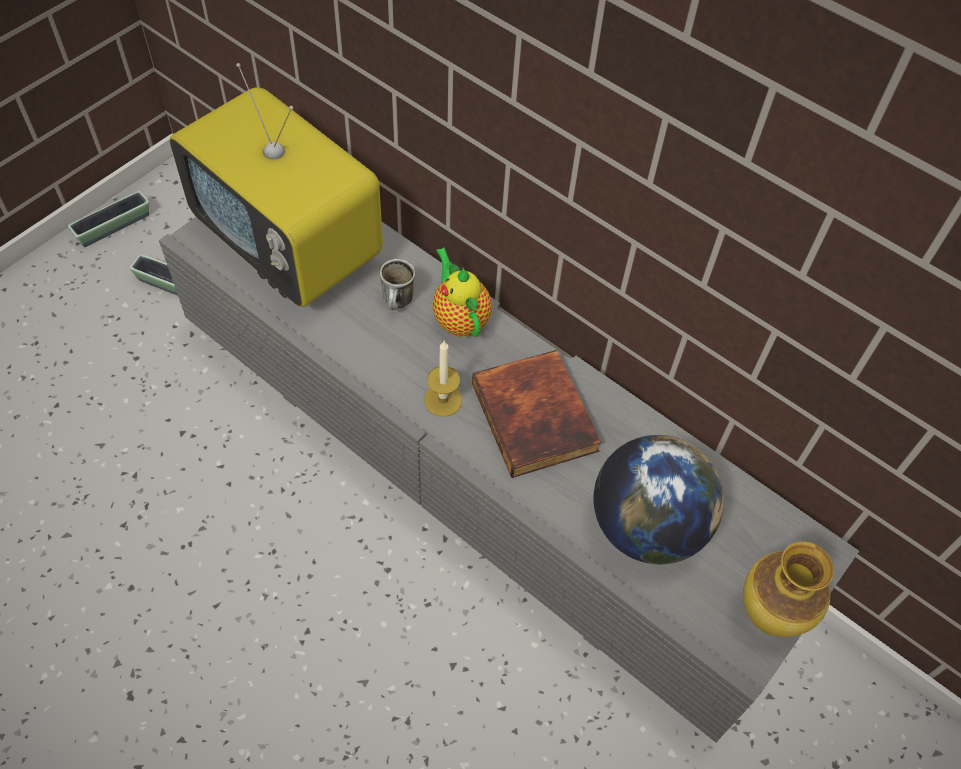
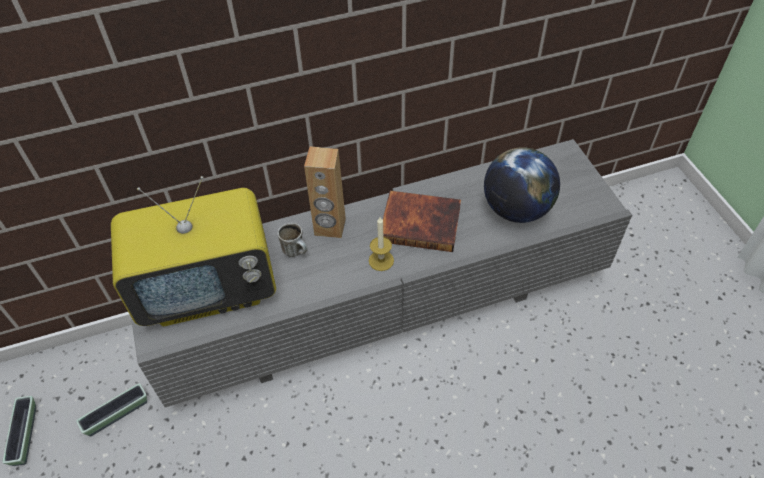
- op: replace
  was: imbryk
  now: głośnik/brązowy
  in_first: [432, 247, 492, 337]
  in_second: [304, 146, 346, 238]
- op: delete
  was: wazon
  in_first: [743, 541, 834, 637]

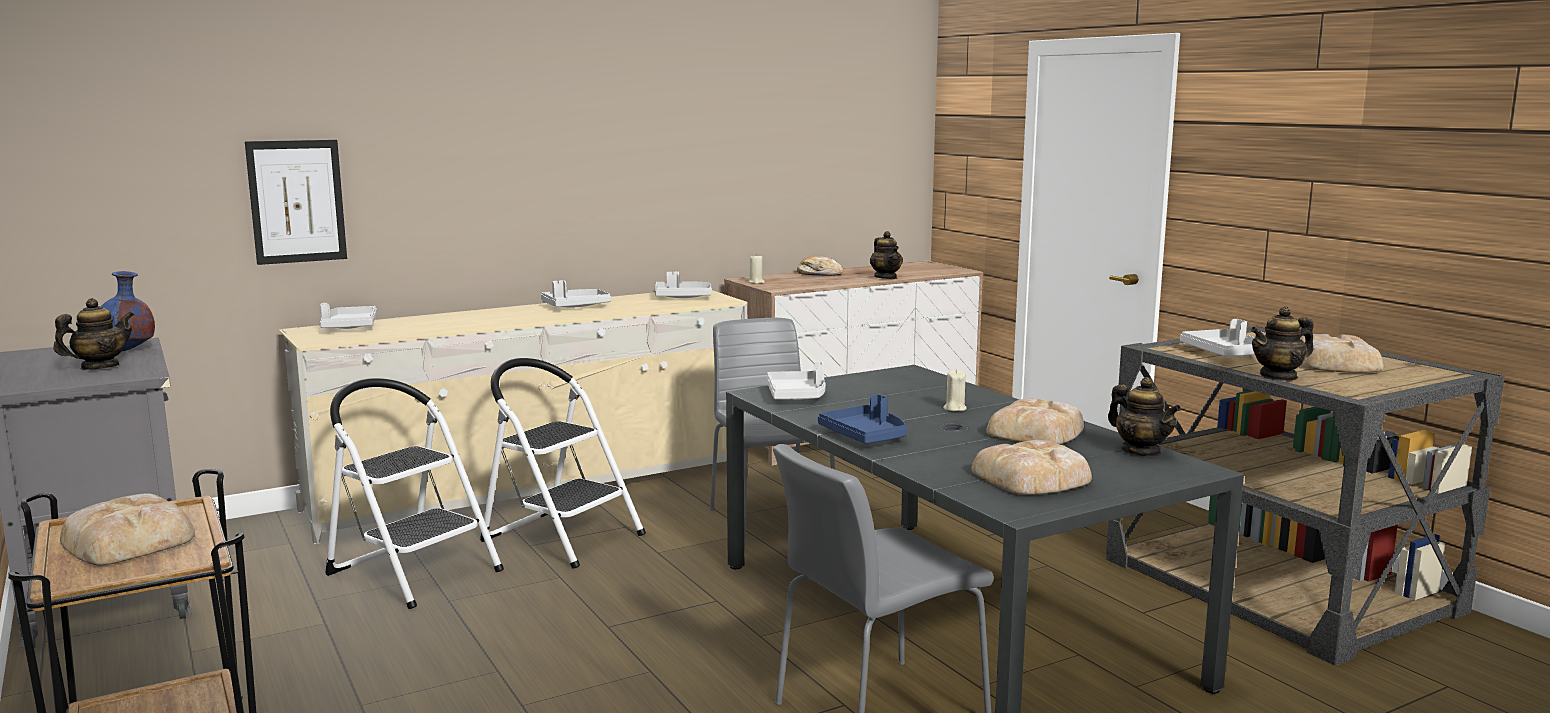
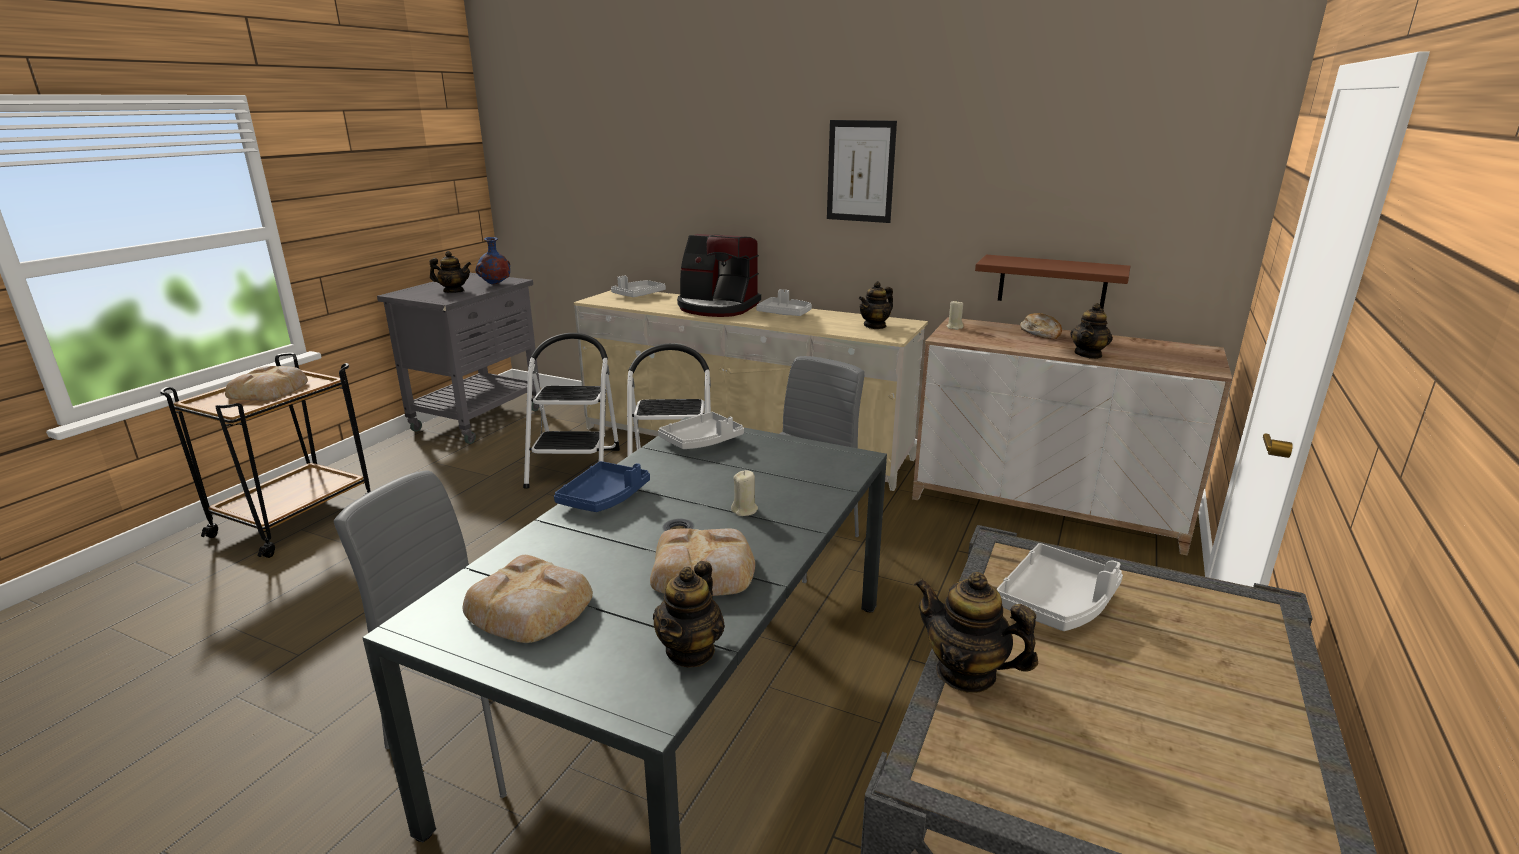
- op: move
  was: obraz
  in_first: [245, 140, 347, 265]
  in_second: [827, 120, 897, 223]
- op: replace
  was: taca/szary
  now: imbryk
  in_first: [655, 272, 712, 298]
  in_second: [859, 281, 893, 329]
- op: delete
  was: chleb
  in_first: [1300, 334, 1384, 373]
- op: insert
  now: ekspres do kawy
  in_second: [677, 234, 761, 317]
- op: insert
  now: półka/brązowy
  in_second: [975, 255, 1130, 309]

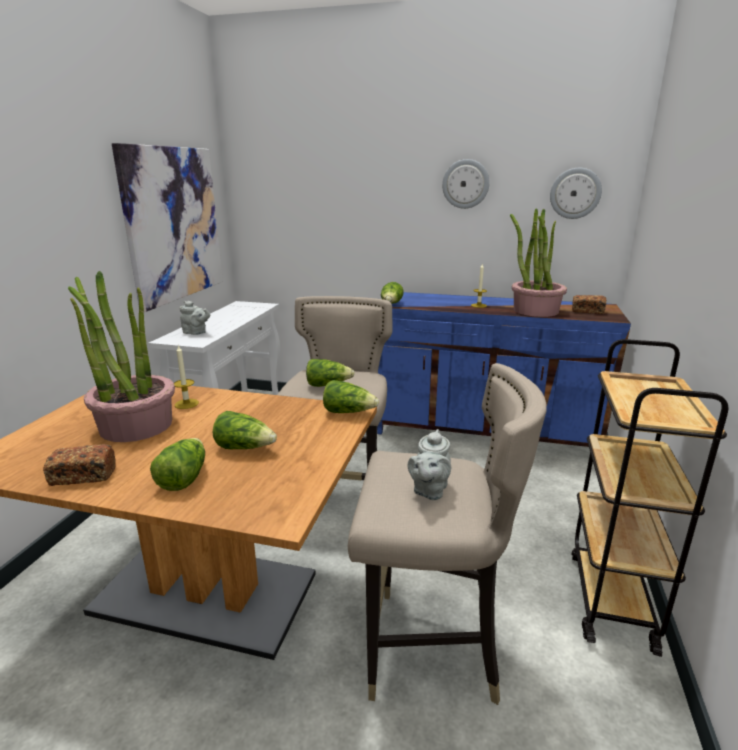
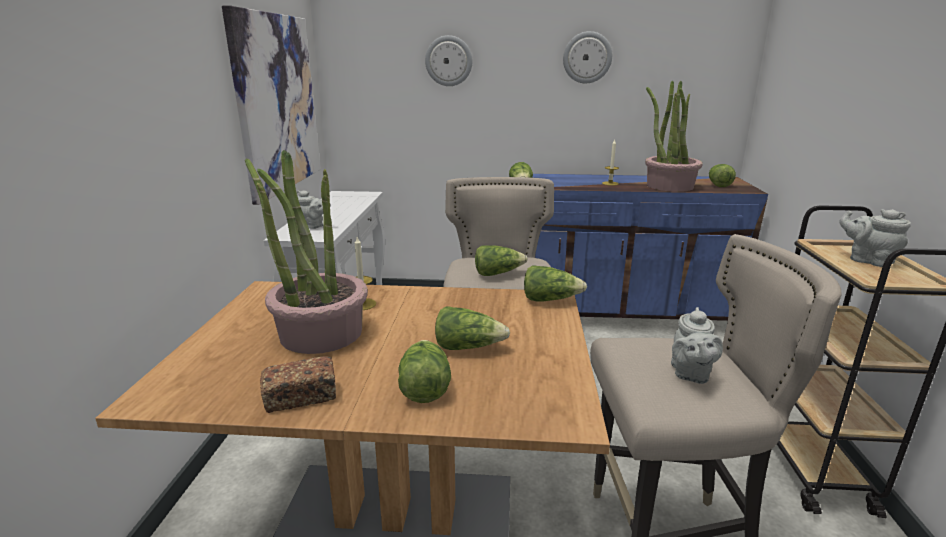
- op: move
  was: zegar ścienny
  in_first: [550, 168, 602, 219]
  in_second: [425, 35, 472, 86]
- op: replace
  was: chleb
  now: sałata
  in_first: [572, 295, 606, 314]
  in_second: [709, 164, 736, 187]
- op: insert
  now: imbryk/szary
  in_second: [840, 209, 911, 267]

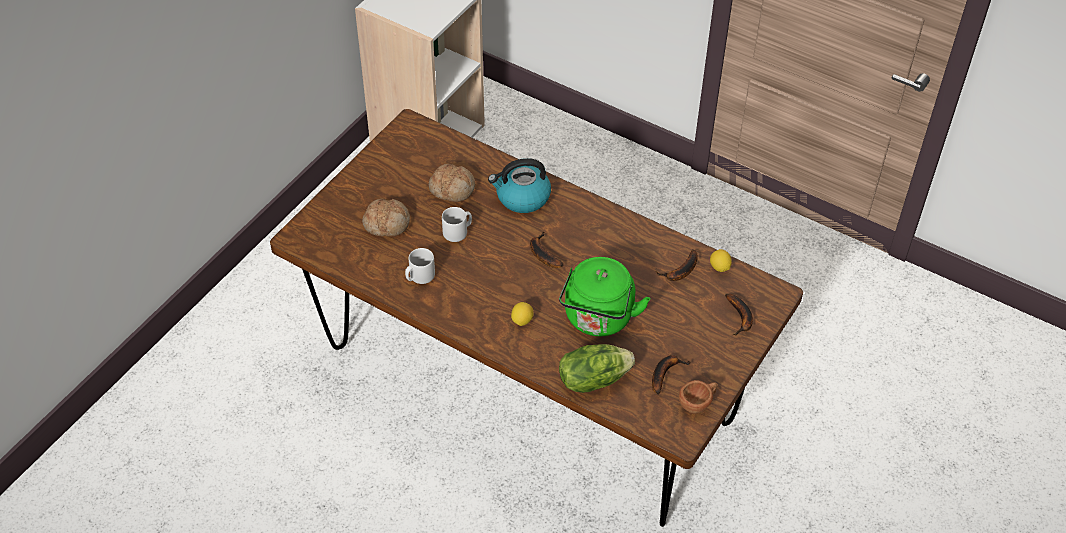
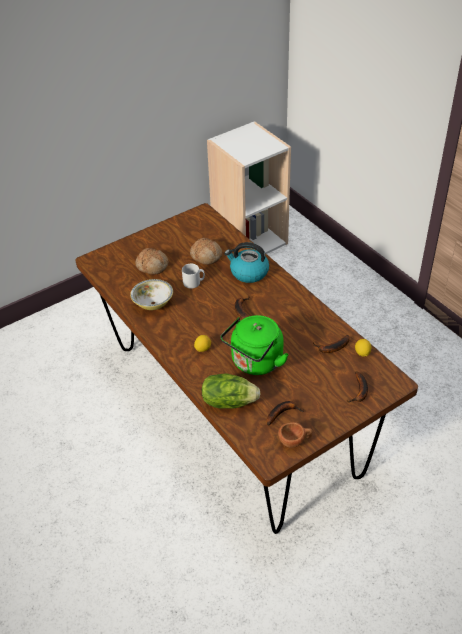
- op: replace
  was: kubek/szary
  now: miska
  in_first: [405, 248, 435, 284]
  in_second: [130, 279, 173, 310]

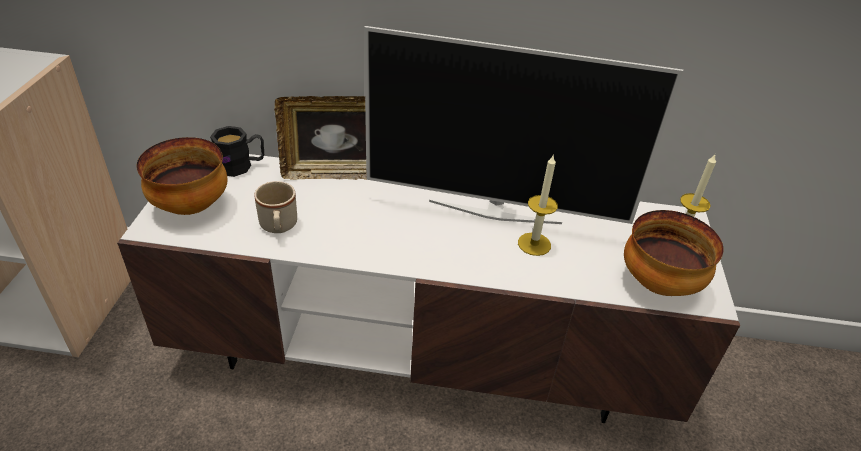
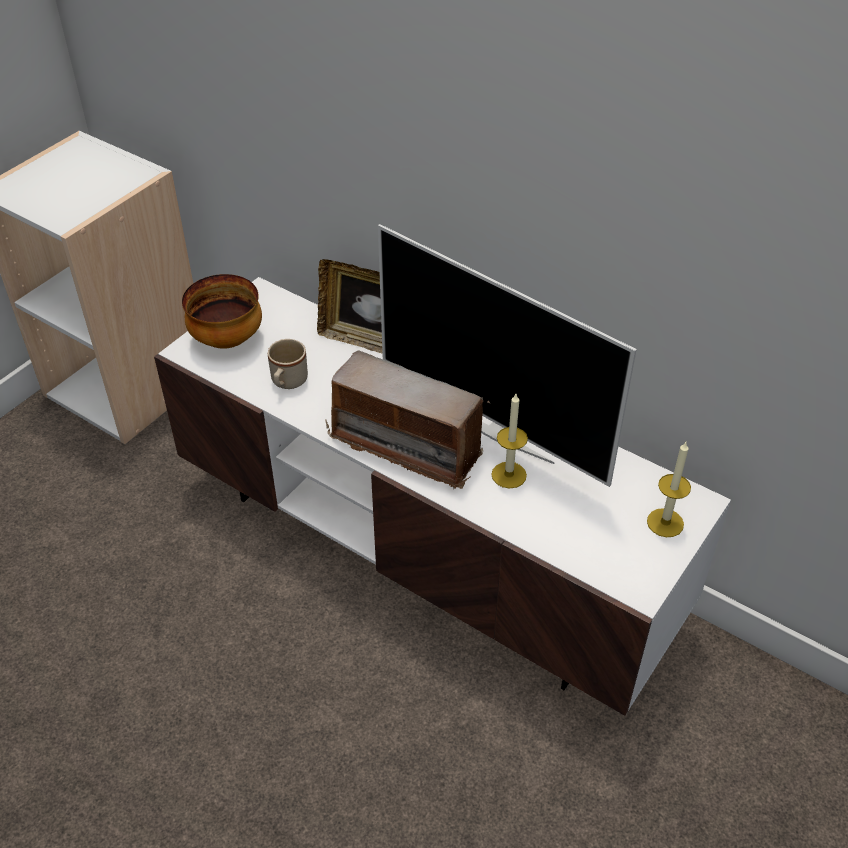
- op: delete
  was: kubek/czarny
  in_first: [210, 126, 264, 177]
- op: delete
  was: miska
  in_first: [624, 210, 724, 296]
- op: insert
  now: radio
  in_second: [325, 350, 490, 489]

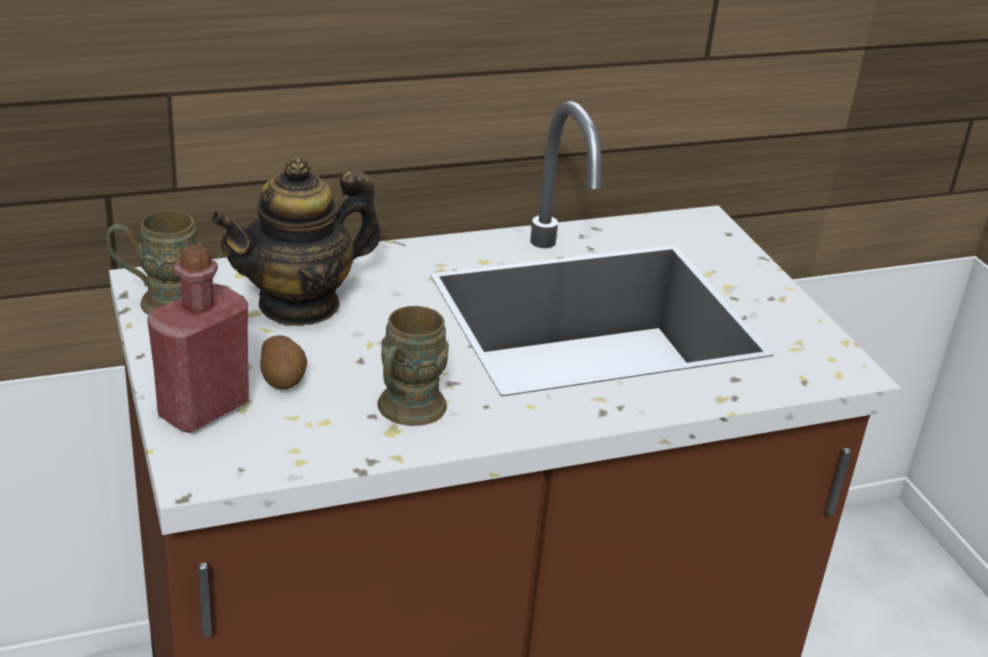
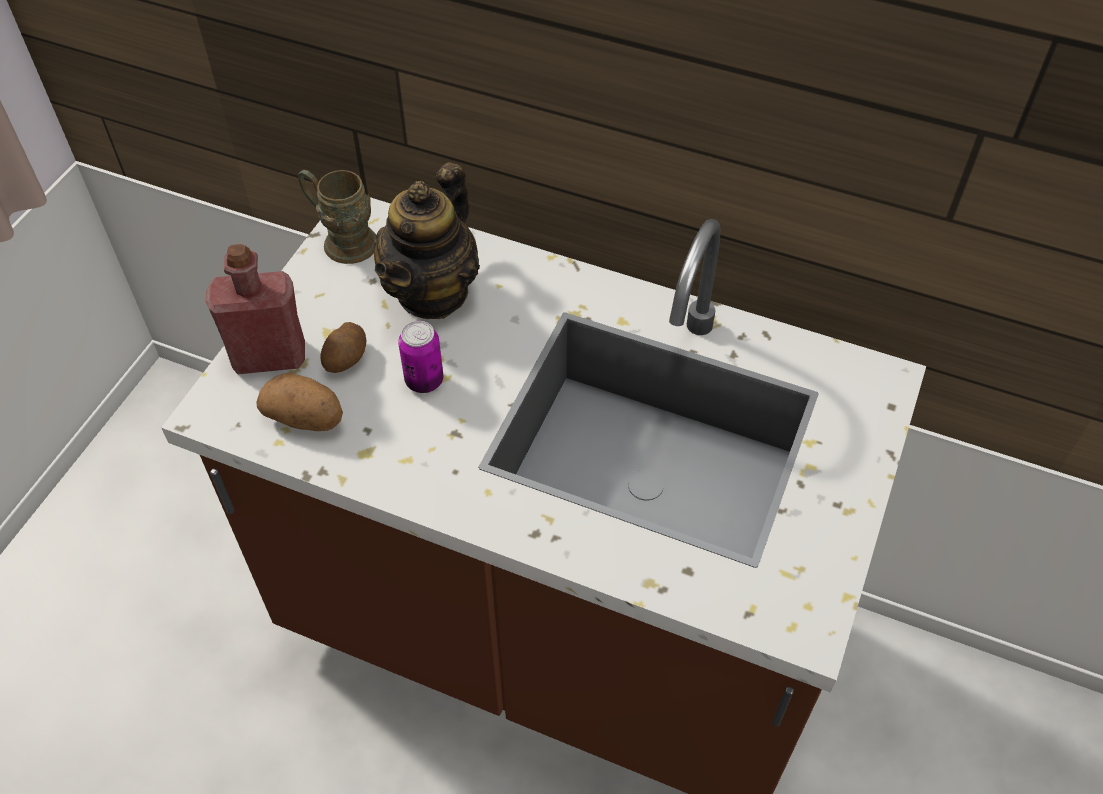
- op: rotate
  was: imbryk
  in_first: [210, 156, 381, 326]
  in_second: [374, 162, 480, 319]
  clockwise: -75
- op: delete
  was: kubek/brązowy
  in_first: [377, 306, 449, 426]
- op: insert
  now: puszka
  in_second: [398, 321, 443, 393]
- op: insert
  now: ziemniak
  in_second: [256, 373, 343, 431]

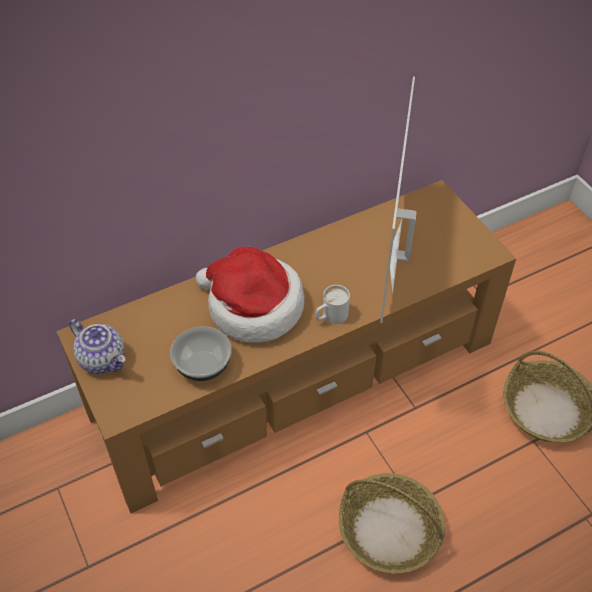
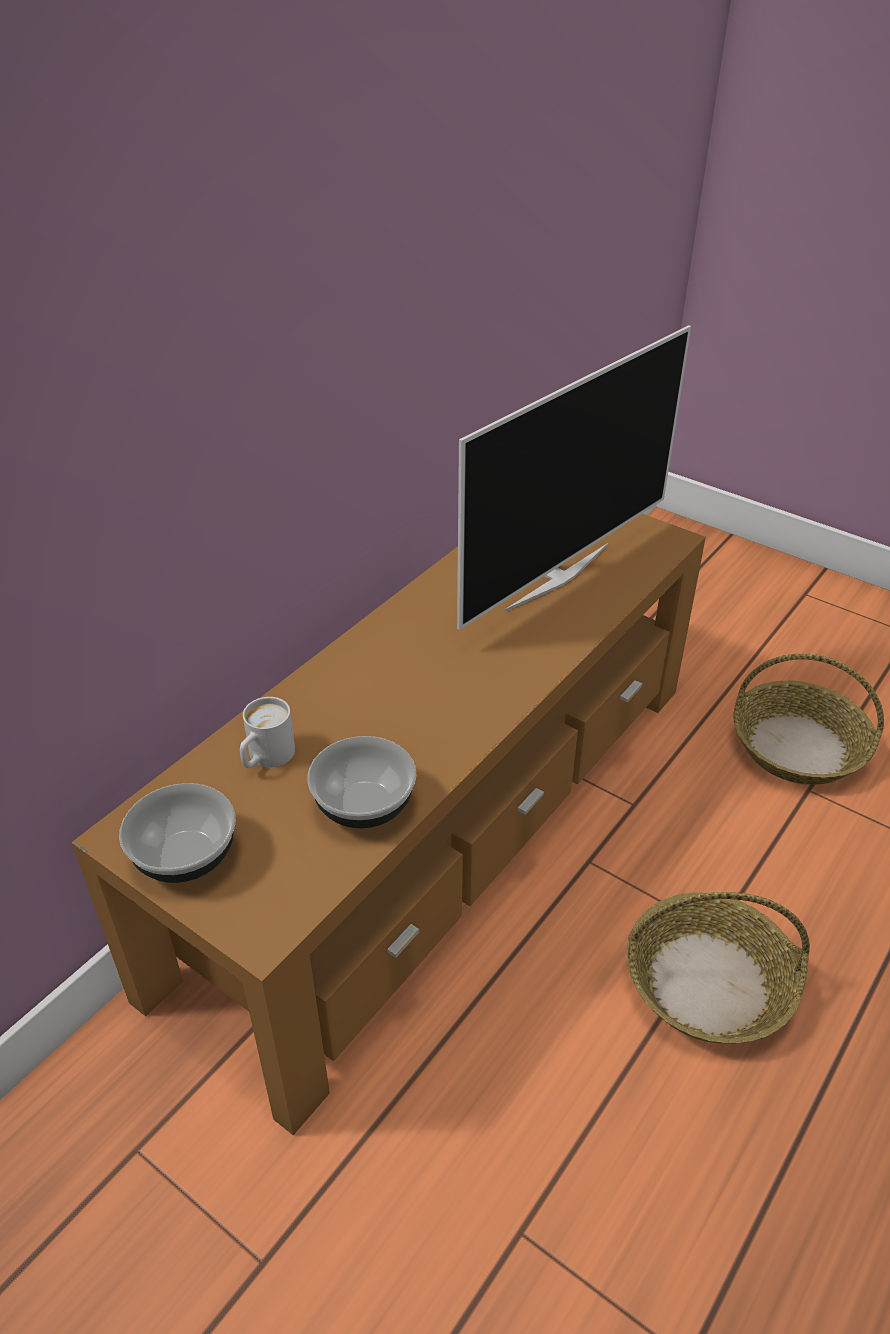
- op: rotate
  was: telewizor
  in_first: [380, 76, 417, 323]
  in_second: [457, 325, 691, 630]
  clockwise: -120
- op: delete
  was: kapelusz
  in_first: [196, 246, 305, 343]
- op: move
  was: kubek/biały
  in_first: [315, 285, 350, 324]
  in_second: [240, 697, 295, 768]
- op: replace
  was: imbryk
  now: miska
  in_first: [69, 319, 126, 374]
  in_second: [119, 783, 236, 883]

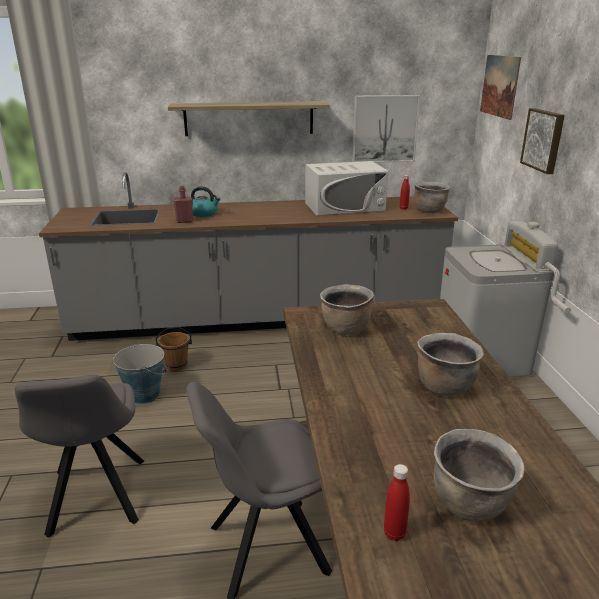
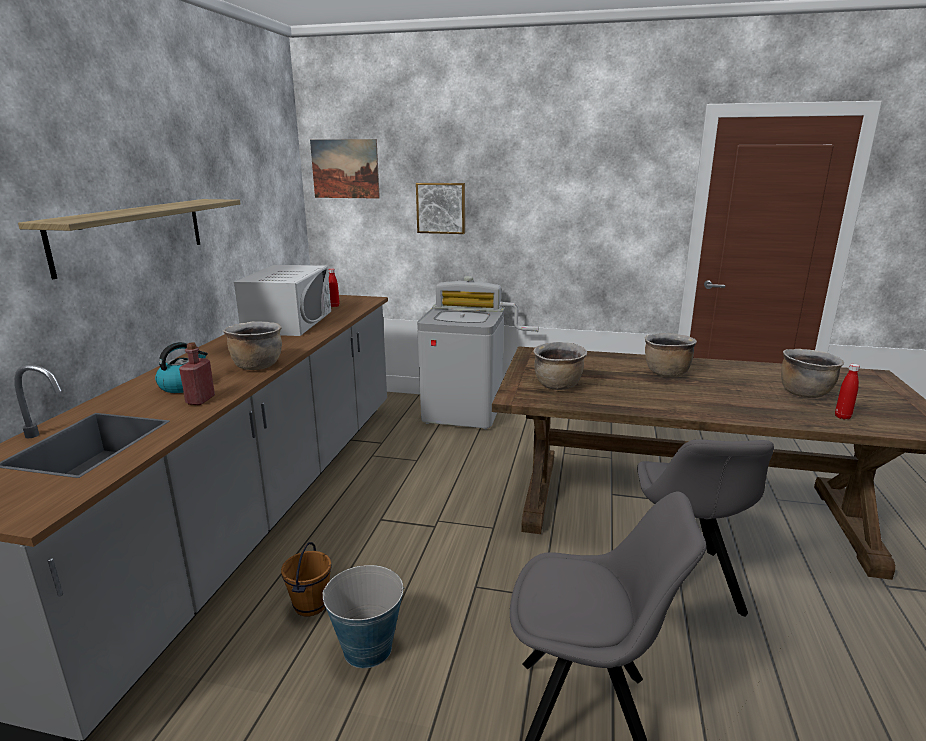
- op: delete
  was: obraz
  in_first: [352, 95, 420, 163]
- op: move
  was: garnek/brązowy
  in_first: [414, 182, 451, 213]
  in_second: [223, 321, 282, 370]

